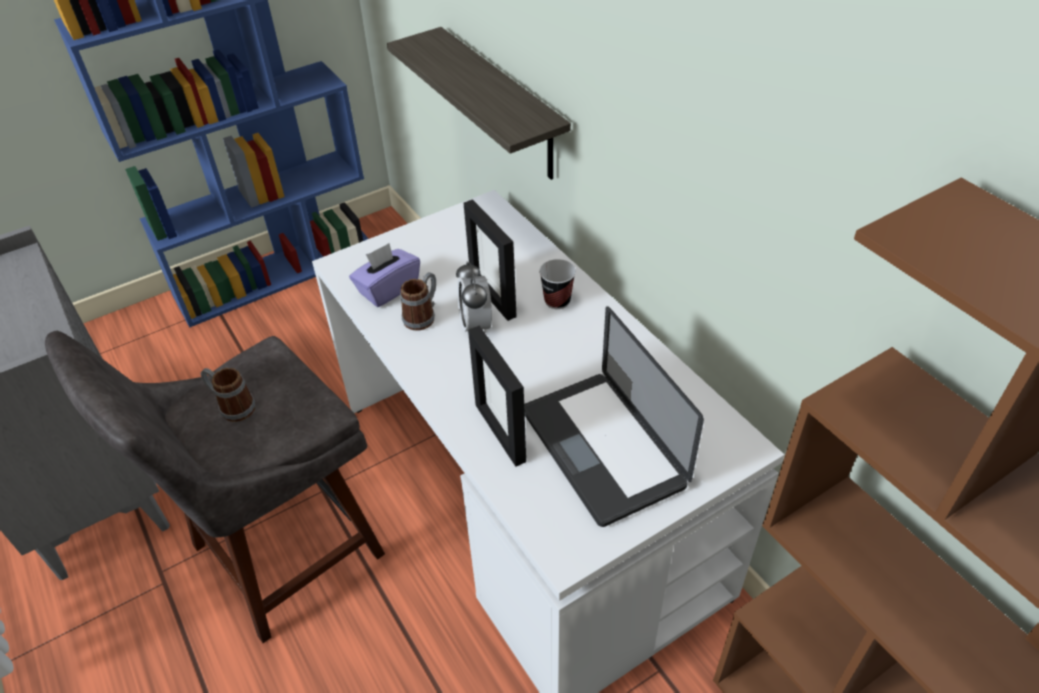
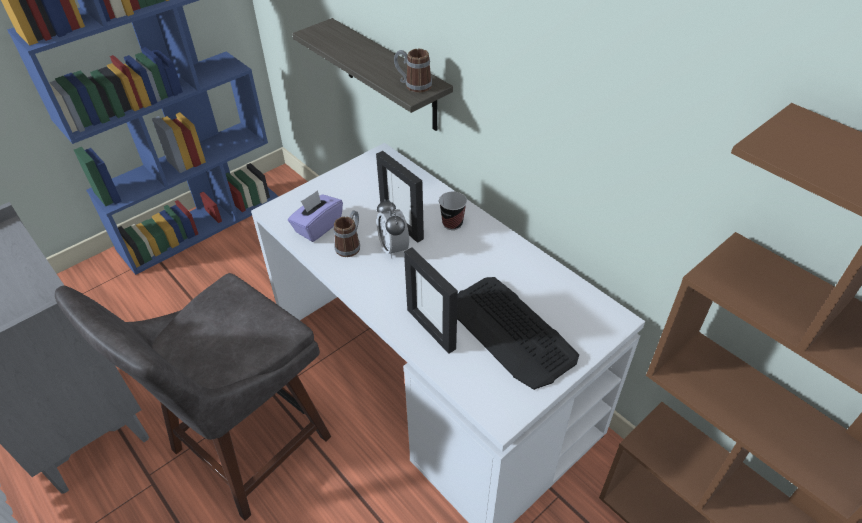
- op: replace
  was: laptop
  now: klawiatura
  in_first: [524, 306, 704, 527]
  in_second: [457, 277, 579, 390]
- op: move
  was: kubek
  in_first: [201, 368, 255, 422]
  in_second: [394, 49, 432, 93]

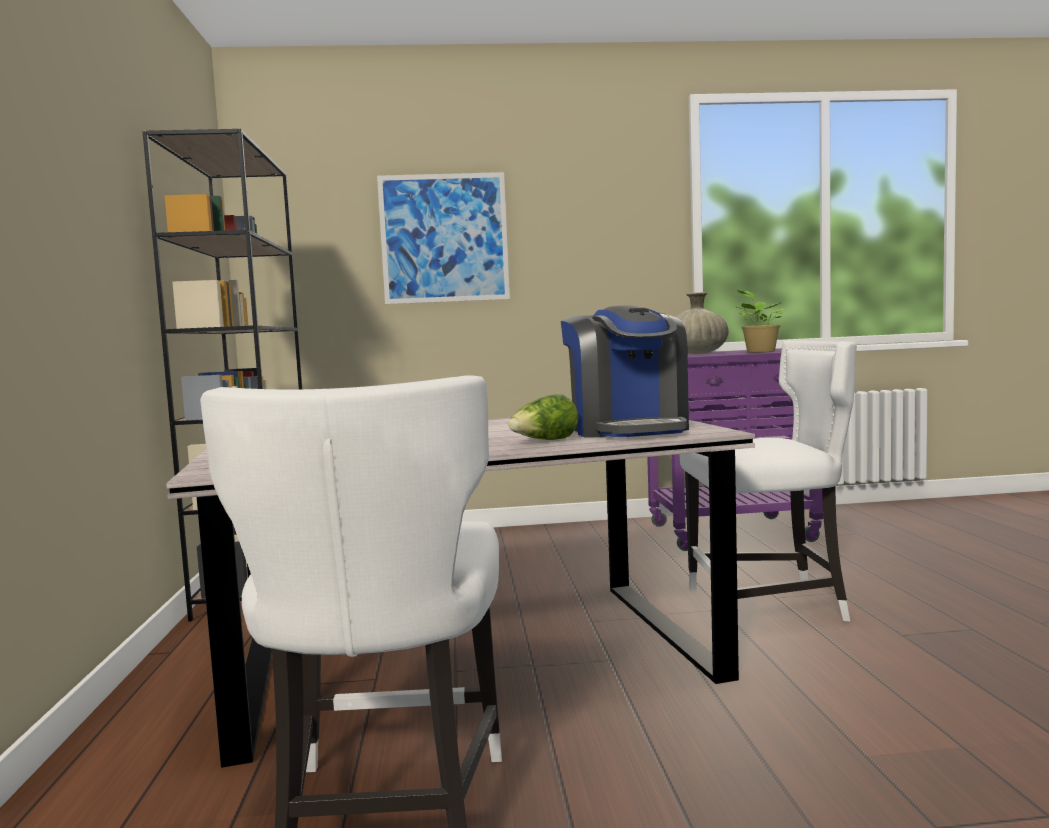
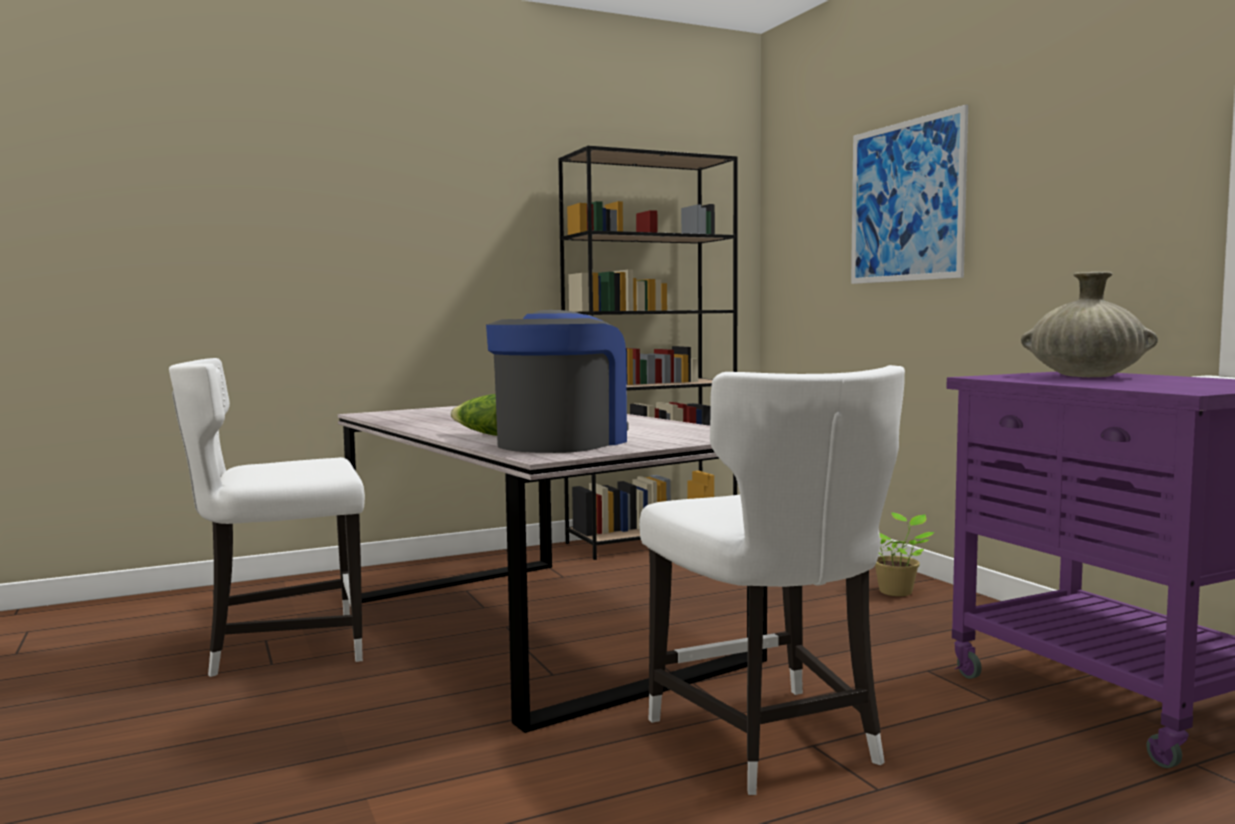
- op: move
  was: roślina doniczkowa
  in_first: [734, 290, 784, 353]
  in_second: [875, 512, 934, 596]
- op: rotate
  was: ekspres do kawy
  in_first: [561, 305, 689, 437]
  in_second: [486, 310, 629, 453]
  clockwise: 150

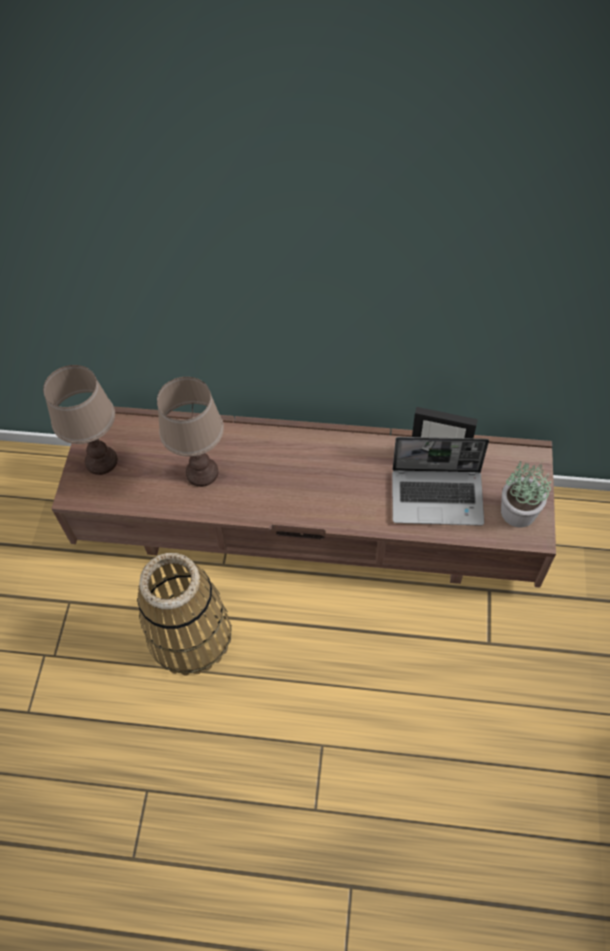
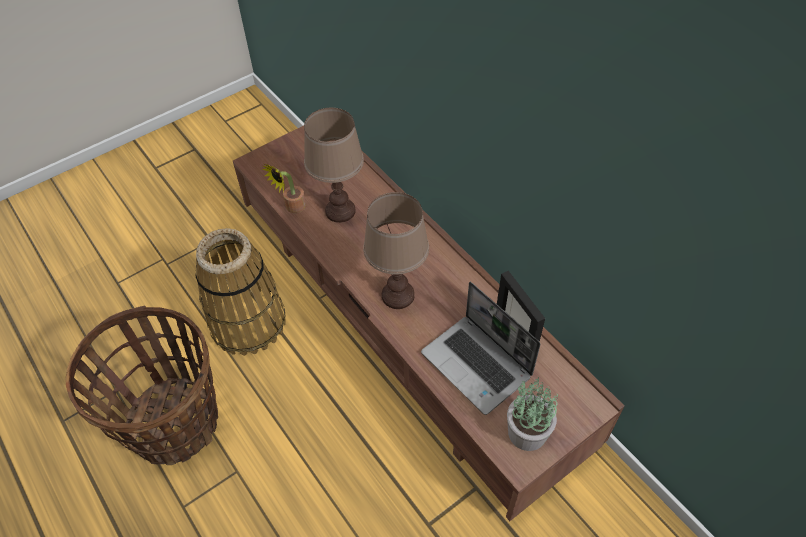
- op: move
  was: lampa stołowa/brązowy
  in_first: [43, 365, 118, 475]
  in_second: [363, 192, 429, 309]
- op: insert
  now: roślina doniczkowa
  in_second: [262, 164, 306, 213]
- op: insert
  now: koszyk
  in_second: [65, 305, 218, 465]

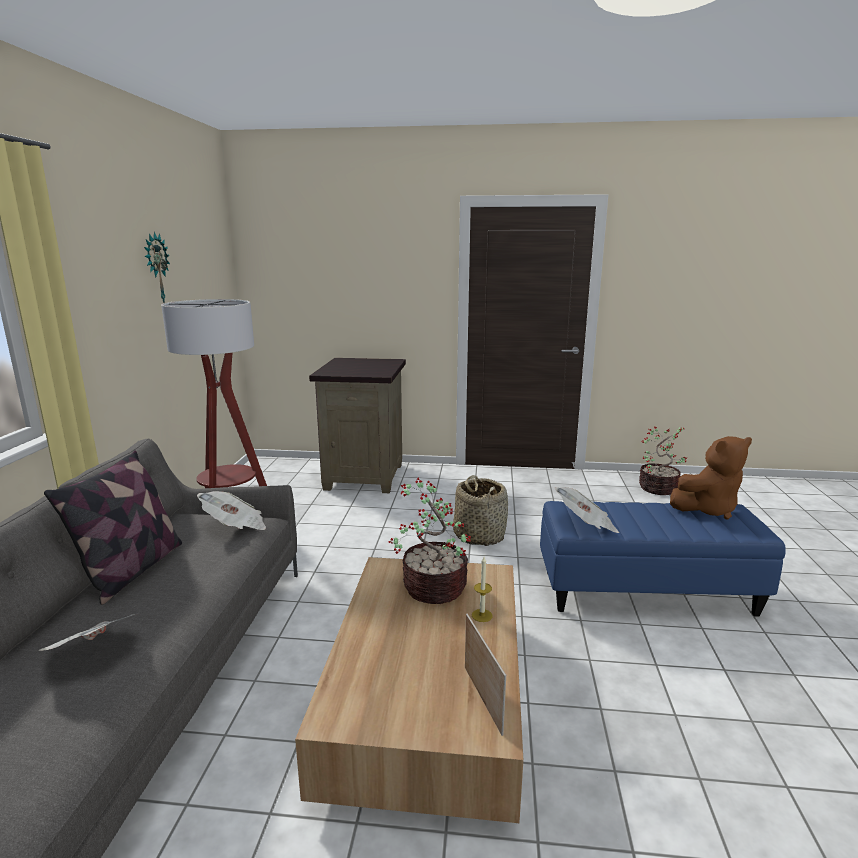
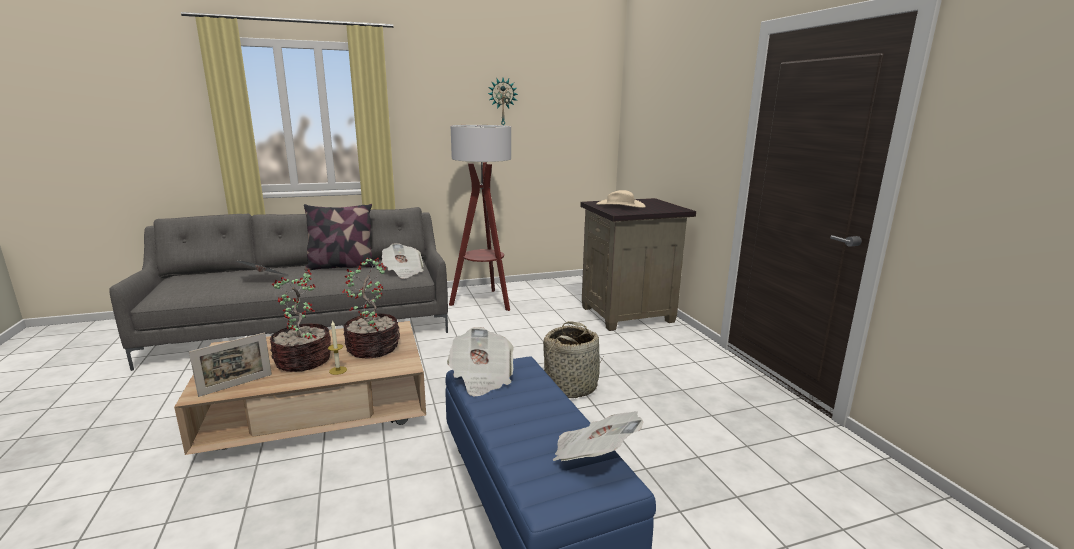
- op: move
  was: roślina doniczkowa
  in_first: [639, 426, 687, 495]
  in_second: [269, 270, 331, 372]
- op: replace
  was: pluszak/brązowy
  now: gazeta
  in_first: [670, 436, 752, 520]
  in_second: [553, 411, 643, 461]
- op: insert
  now: kapelusz/beżowy
  in_second: [596, 190, 646, 208]

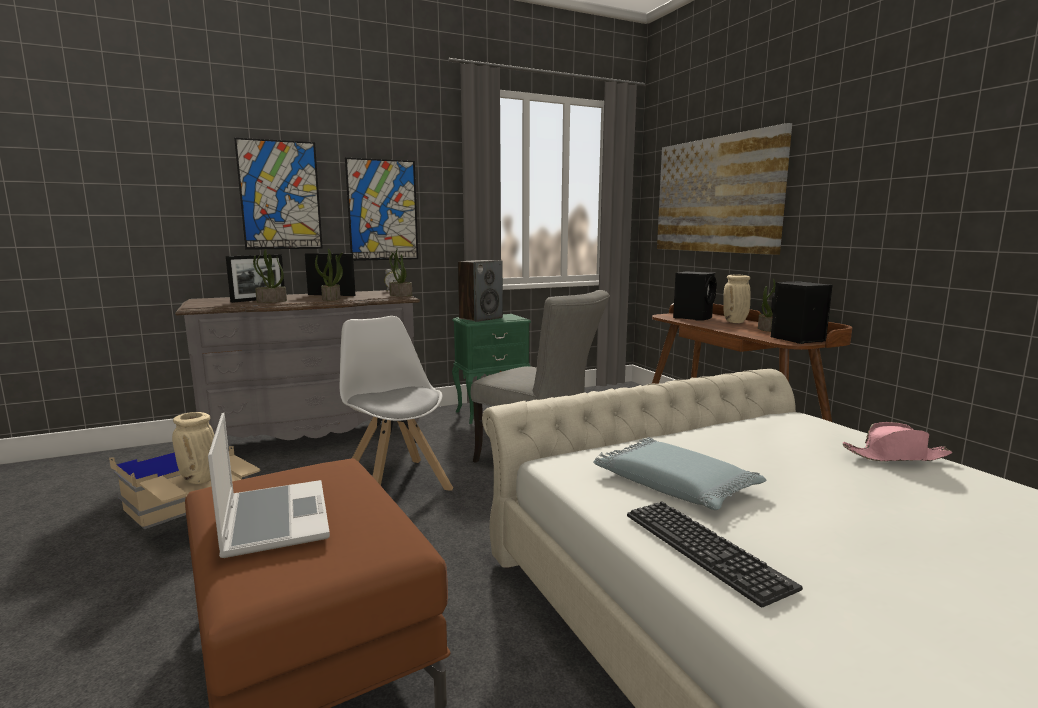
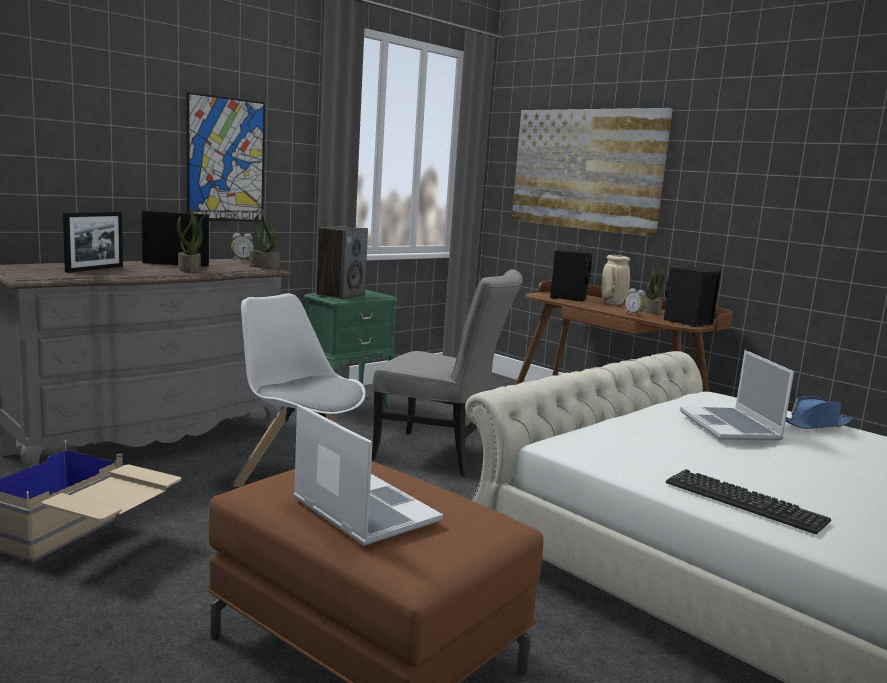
- op: delete
  was: obraz
  in_first: [234, 138, 323, 250]
- op: delete
  was: roślina doniczkowa
  in_first: [253, 249, 287, 303]
- op: delete
  was: wazon/beżowy
  in_first: [172, 412, 214, 484]
- op: recolor
  was: kapelusz/różowy
  now: kapelusz/niebieski
  in_first: [843, 422, 952, 461]
  in_second: [786, 396, 852, 429]
- op: delete
  was: poduszka/niebieski
  in_first: [593, 437, 767, 510]
- op: insert
  now: budzik
  in_second: [625, 288, 646, 317]
- op: insert
  now: laptop
  in_second: [680, 350, 794, 441]

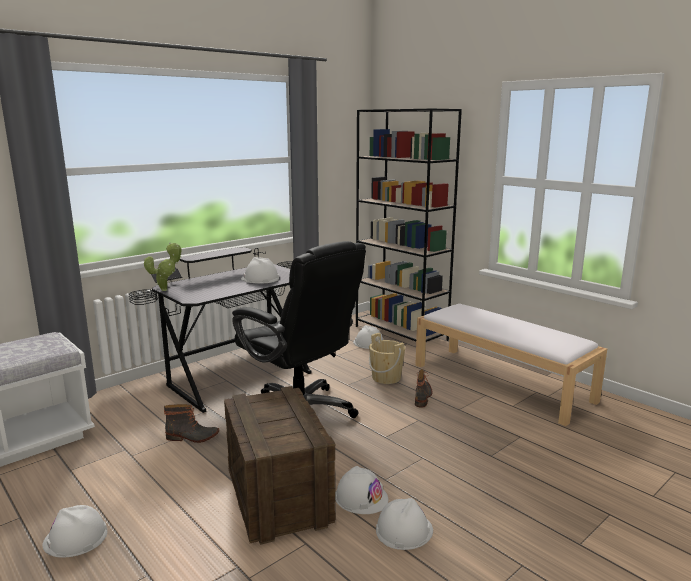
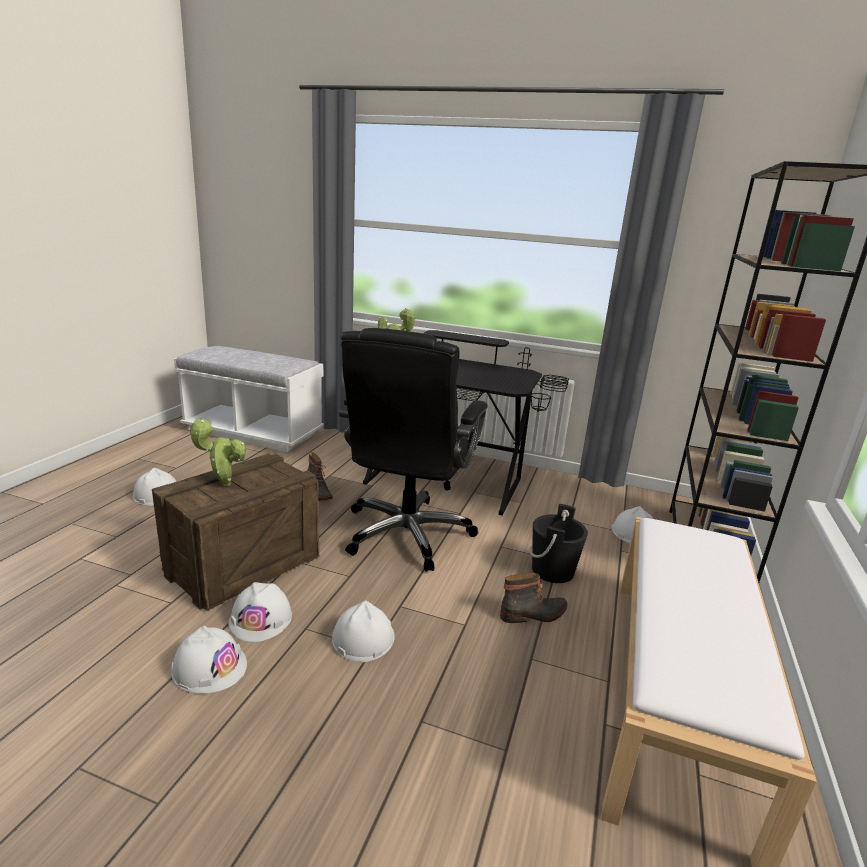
- op: move
  was: kask/biały
  in_first: [241, 257, 279, 284]
  in_second: [332, 601, 395, 662]
- op: recolor
  was: wiadro/beżowy
  now: wiadro/czarny
  in_first: [369, 333, 405, 384]
  in_second: [529, 504, 588, 583]
- op: insert
  now: roślina doniczkowa
  in_second: [188, 419, 246, 486]

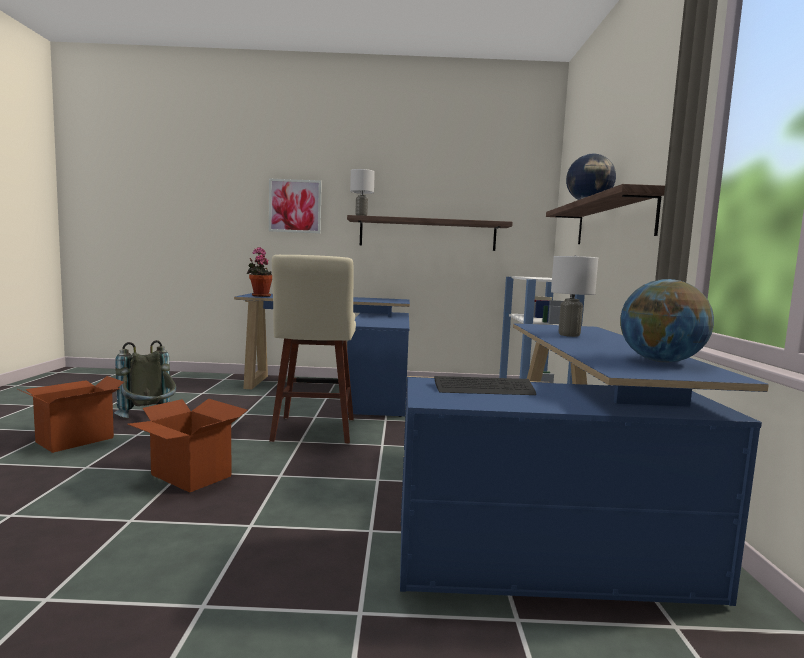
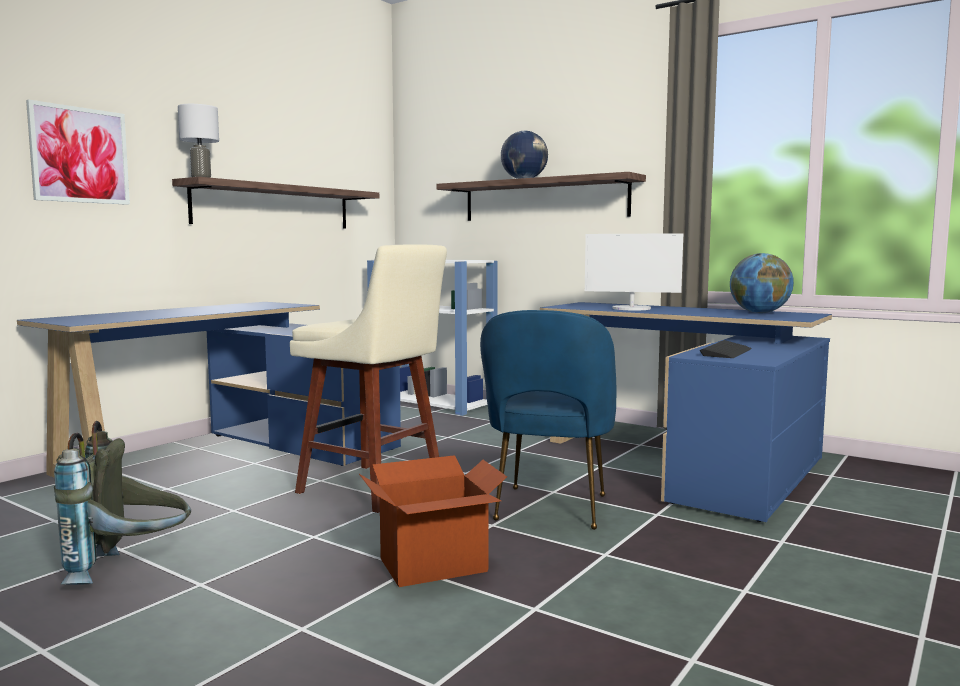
- op: delete
  was: roślina doniczkowa
  in_first: [247, 247, 272, 297]
- op: replace
  was: lampa stołowa/biały
  now: monitor
  in_first: [551, 255, 598, 337]
  in_second: [585, 233, 683, 310]
- op: delete
  was: karton
  in_first: [18, 376, 124, 453]
- op: insert
  now: krzesło/niebieski
  in_second: [480, 310, 616, 530]

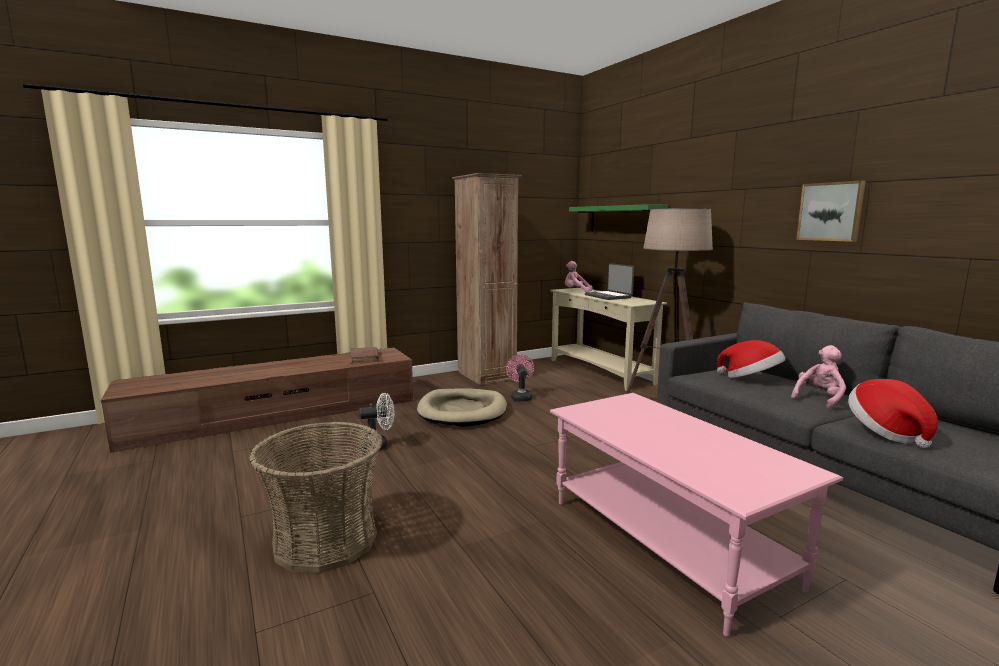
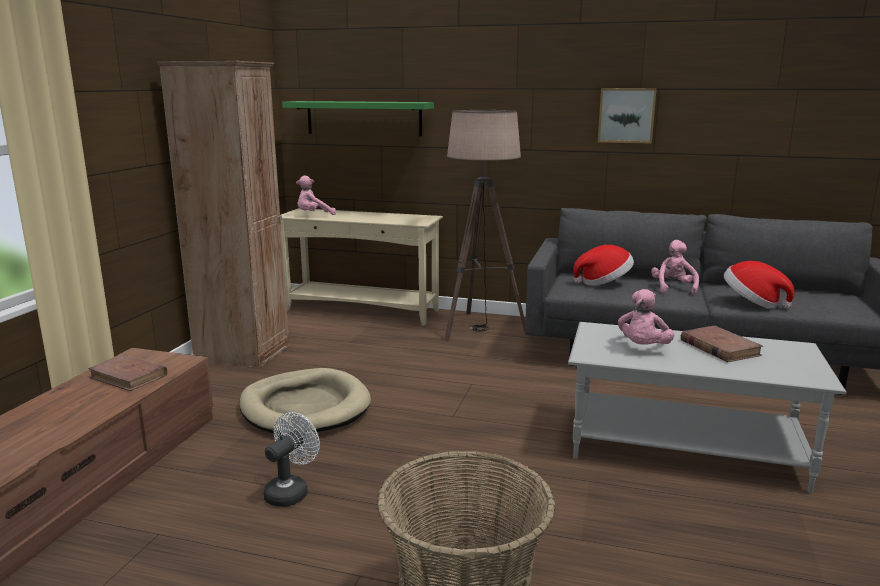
- op: delete
  was: laptop
  in_first: [585, 263, 634, 300]
- op: delete
  was: wentylator/różowy
  in_first: [506, 354, 534, 401]
- op: recolor
  was: ława/różowy
  now: ława/szary
  in_first: [550, 393, 843, 637]
  in_second: [568, 322, 846, 493]
- op: insert
  now: pluszak/różowy
  in_second: [618, 289, 674, 345]
- op: insert
  now: książka/brązowy
  in_second: [681, 326, 763, 362]

